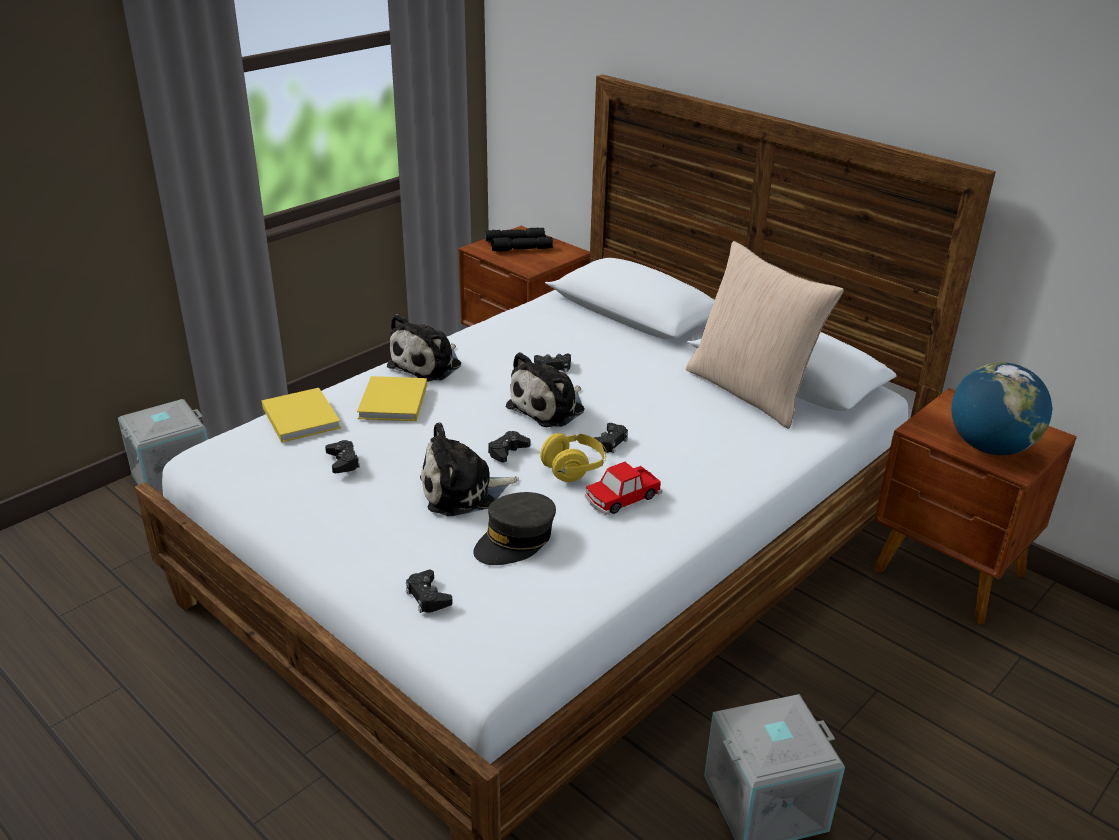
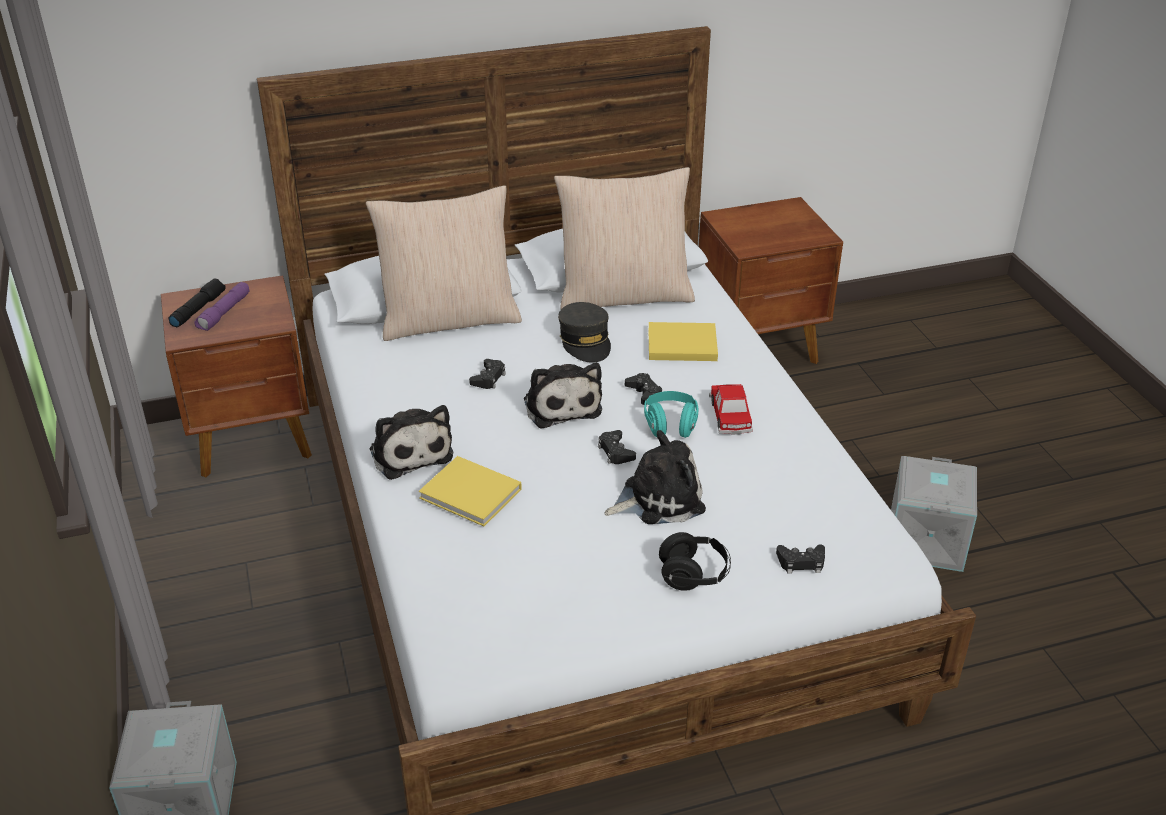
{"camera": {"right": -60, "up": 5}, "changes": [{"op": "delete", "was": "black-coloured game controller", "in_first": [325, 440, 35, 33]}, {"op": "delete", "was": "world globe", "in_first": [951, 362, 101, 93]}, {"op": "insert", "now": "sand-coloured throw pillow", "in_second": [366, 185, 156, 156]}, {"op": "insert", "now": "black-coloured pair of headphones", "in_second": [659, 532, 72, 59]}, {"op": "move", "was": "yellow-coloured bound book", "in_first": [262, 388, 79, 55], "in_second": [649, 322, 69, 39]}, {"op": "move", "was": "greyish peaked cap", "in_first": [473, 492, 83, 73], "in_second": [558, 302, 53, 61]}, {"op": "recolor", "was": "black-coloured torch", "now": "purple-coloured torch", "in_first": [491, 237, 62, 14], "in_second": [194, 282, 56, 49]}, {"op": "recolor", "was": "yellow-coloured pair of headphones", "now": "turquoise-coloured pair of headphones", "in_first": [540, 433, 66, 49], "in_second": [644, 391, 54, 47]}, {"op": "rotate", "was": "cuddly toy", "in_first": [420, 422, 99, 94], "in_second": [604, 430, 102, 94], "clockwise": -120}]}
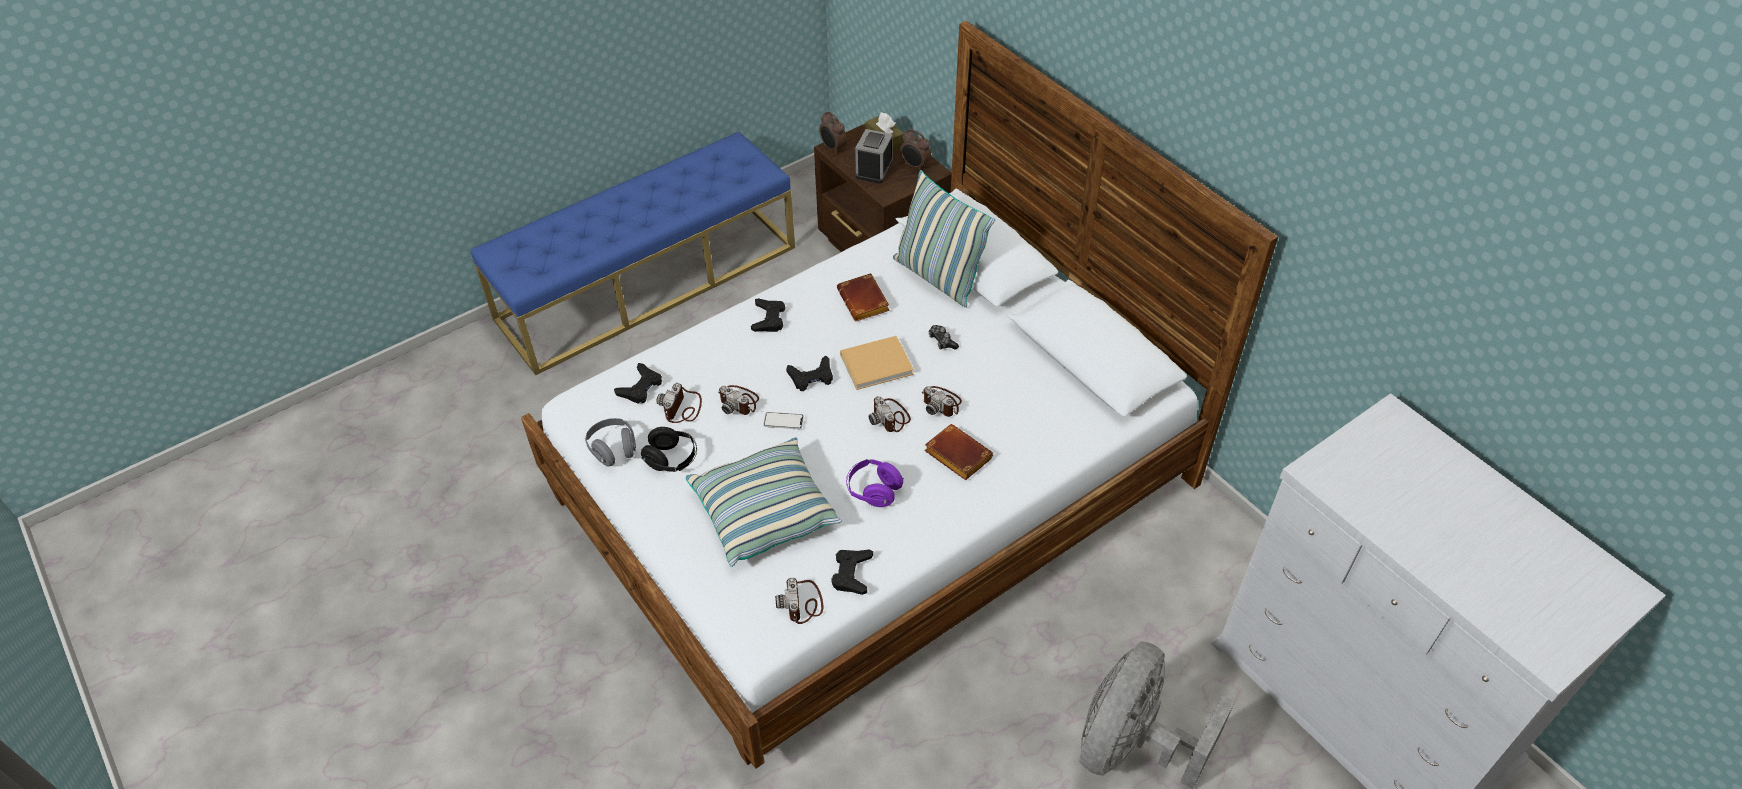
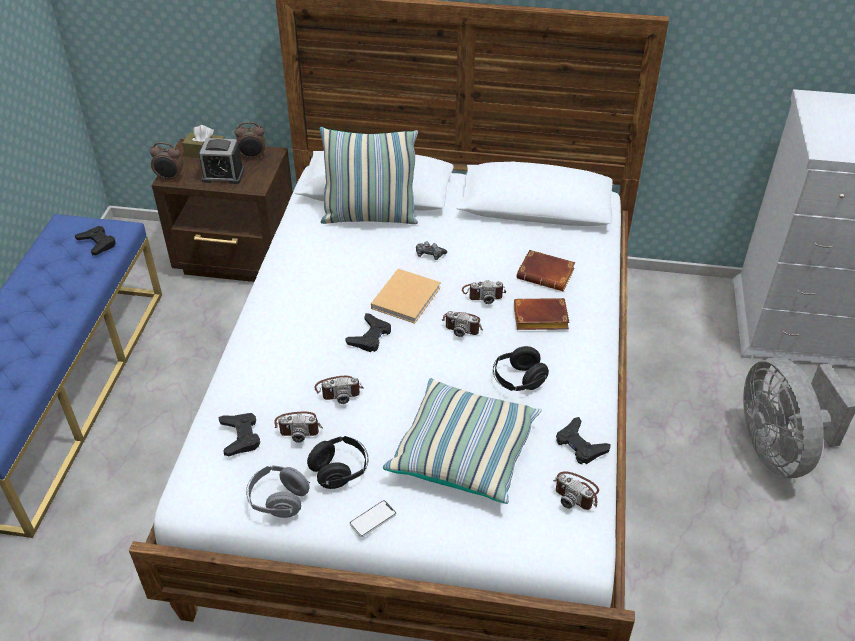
{"camera": {"right": -45, "up": -5}, "changes": [{"op": "move", "was": "black-coloured game controller", "in_first": [751, 299, 34, 33], "in_second": [75, 226, 40, 30]}, {"op": "move", "was": "phone", "in_first": [763, 412, 41, 17], "in_second": [349, 500, 47, 37]}, {"op": "move", "was": "brownish bound book", "in_first": [837, 273, 53, 48], "in_second": [517, 250, 58, 41]}, {"op": "recolor", "was": "purple-coloured pair of headphones", "now": "black-coloured pair of headphones", "in_first": [846, 459, 58, 48], "in_second": [493, 346, 56, 45]}, {"op": "rotate", "was": "photo camera", "in_first": [657, 383, 45, 40], "in_second": [274, 412, 49, 31], "clockwise": -60}, {"op": "rotate", "was": "alarm clock", "in_first": [855, 129, 38, 55], "in_second": [199, 138, 46, 46], "clockwise": -60}]}
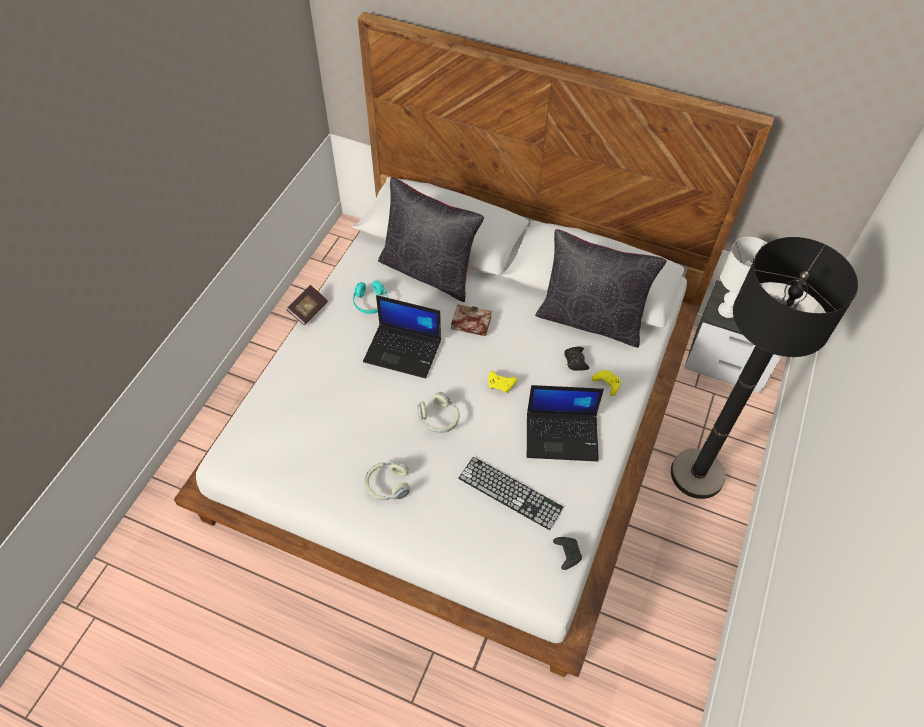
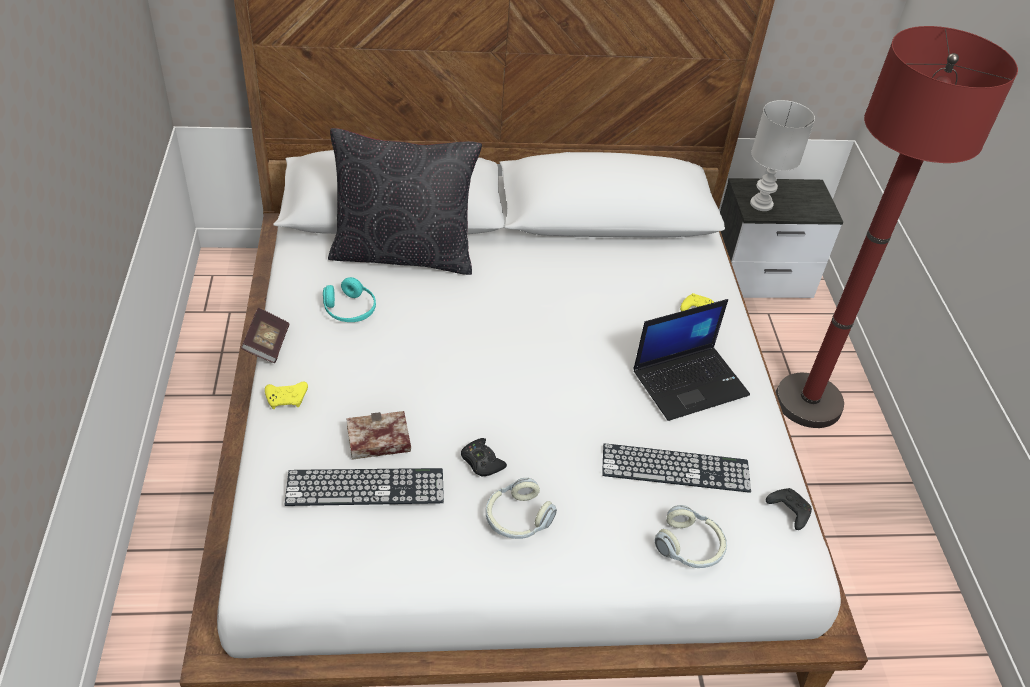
{"camera": {"right": -30, "up": -10}, "changes": [{"op": "delete", "was": "notebook computer", "in_first": [363, 295, 78, 84]}, {"op": "delete", "was": "black-coloured throw pillow", "in_first": [535, 229, 132, 119]}, {"op": "insert", "now": "keyboard", "in_second": [285, 468, 159, 38]}, {"op": "move", "was": "pair of headphones", "in_first": [417, 392, 43, 41], "in_second": [654, 505, 73, 63]}, {"op": "move", "was": "bound book", "in_first": [451, 304, 41, 32], "in_second": [346, 411, 65, 49]}, {"op": "move", "was": "yellow-coloured game controller", "in_first": [489, 371, 28, 22], "in_second": [265, 382, 43, 27]}, {"op": "move", "was": "black-coloured game controller", "in_first": [564, 347, 25, 24], "in_second": [461, 438, 46, 39]}, {"op": "recolor", "was": "black-coloured floor lamp", "now": "red floor lamp", "in_first": [671, 237, 187, 262], "in_second": [776, 26, 242, 402]}]}
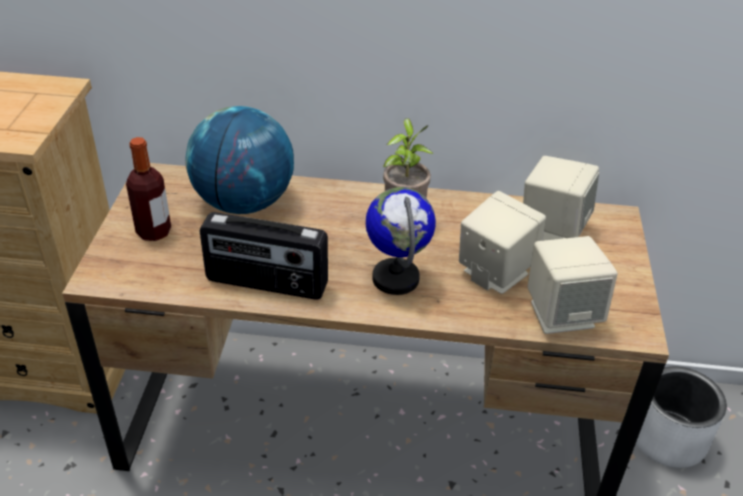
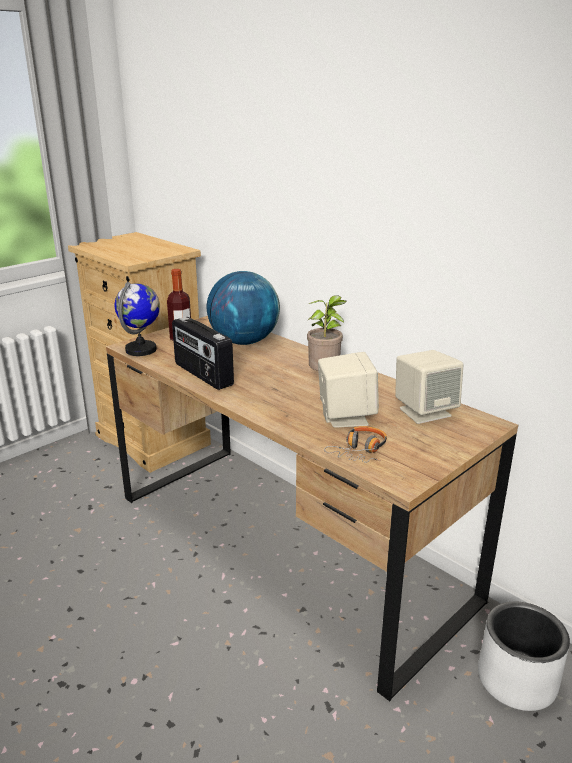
{"camera": {"right": 40, "up": -15}, "changes": [{"op": "move", "was": "world globe", "in_first": [366, 187, 70, 108], "in_second": [114, 281, 46, 75]}, {"op": "replace", "was": "sand-coloured audio speaker", "now": "pair of headphones", "in_first": [528, 236, 90, 98], "in_second": [324, 426, 63, 37]}]}
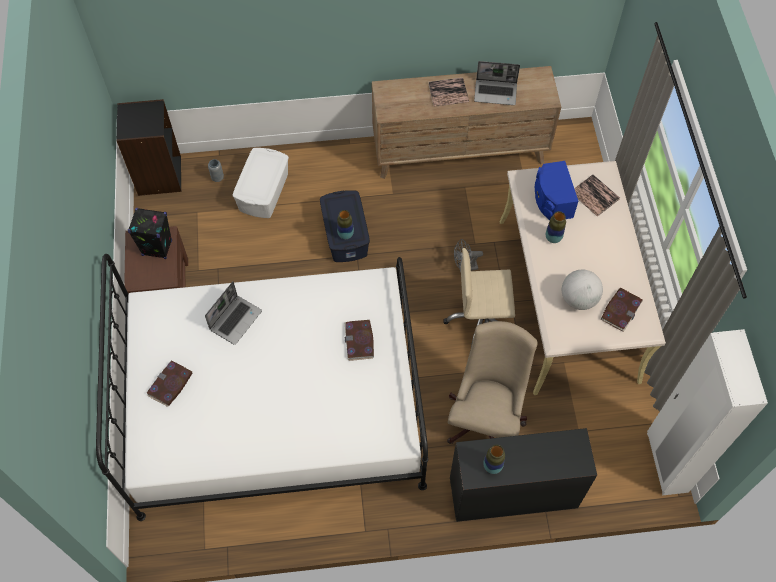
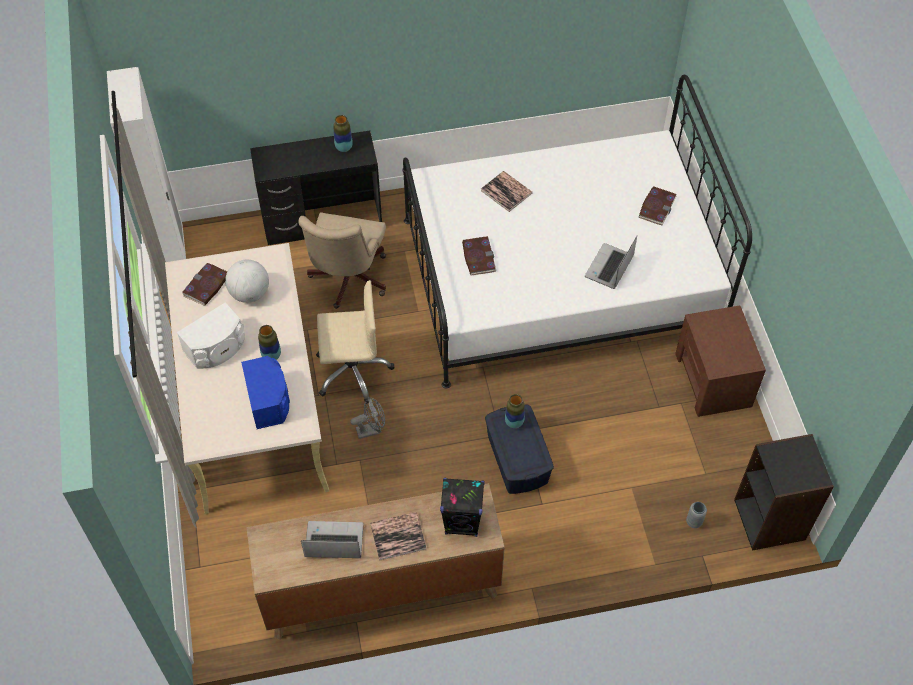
{"camera": {"right": 175, "up": -5}, "changes": [{"op": "delete", "was": "whitish storage box", "in_first": [233, 148, 56, 70]}, {"op": "insert", "now": "whitish audio speaker", "in_second": [177, 302, 68, 67]}, {"op": "move", "was": "black-coloured audio speaker", "in_first": [128, 208, 44, 51], "in_second": [440, 478, 45, 59]}, {"op": "move", "was": "bound book", "in_first": [574, 174, 46, 43], "in_second": [481, 171, 52, 41]}]}
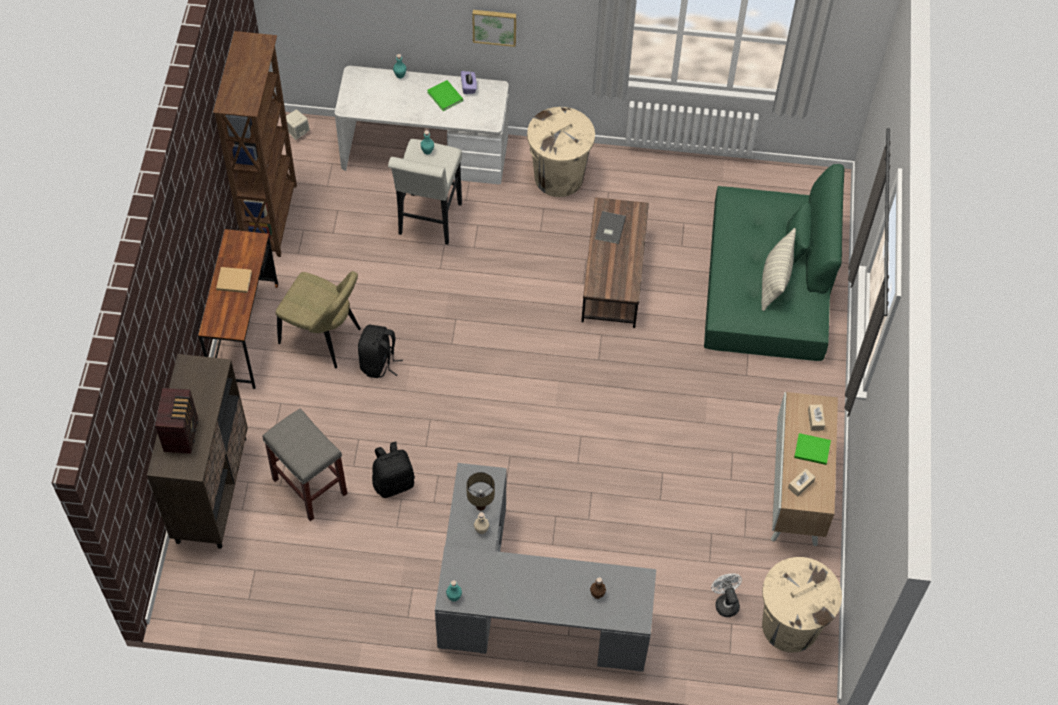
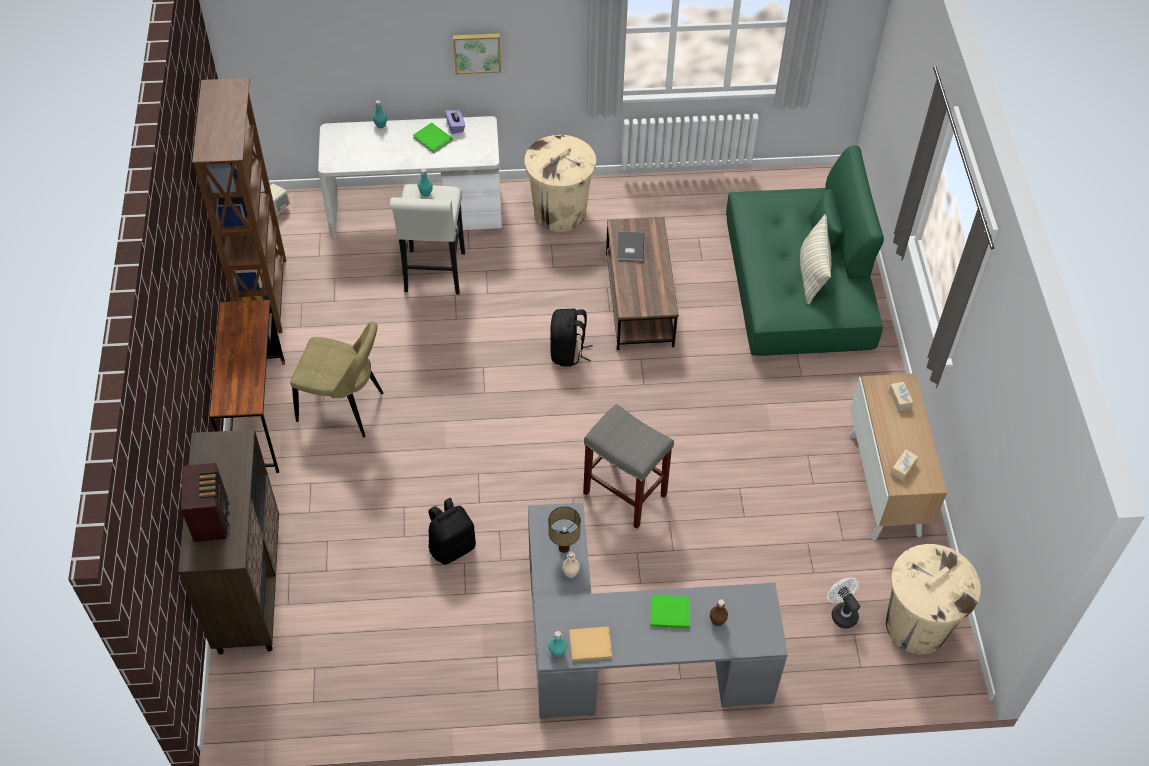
{"camera": {"right": -10, "up": -5}, "changes": [{"op": "move", "was": "sand-coloured bound book", "in_first": [216, 267, 36, 26], "in_second": [569, 626, 43, 35]}, {"op": "move", "was": "greyish stool seat", "in_first": [262, 408, 86, 113], "in_second": [583, 404, 91, 125]}, {"op": "move", "was": "black-coloured backpack", "in_first": [358, 324, 45, 54], "in_second": [550, 309, 43, 58]}, {"op": "move", "was": "green-coloured bound book", "in_first": [794, 433, 37, 32], "in_second": [650, 595, 40, 33]}]}
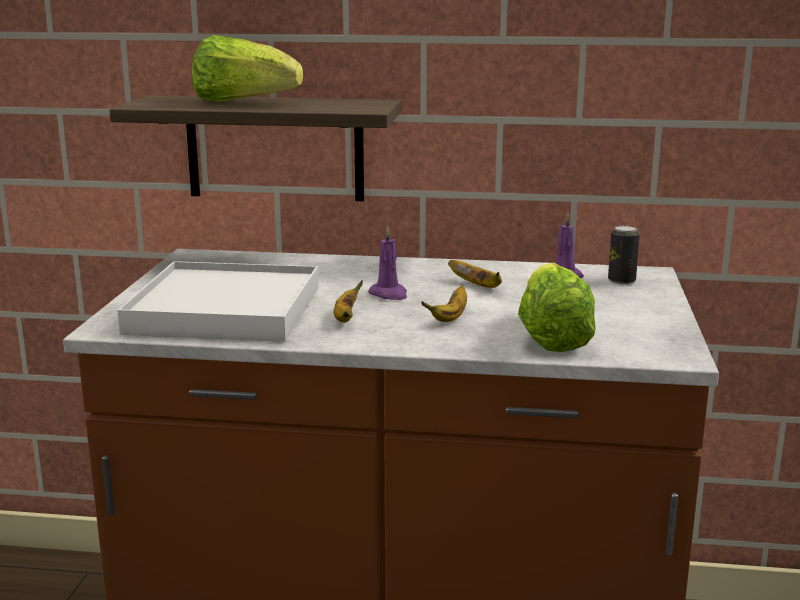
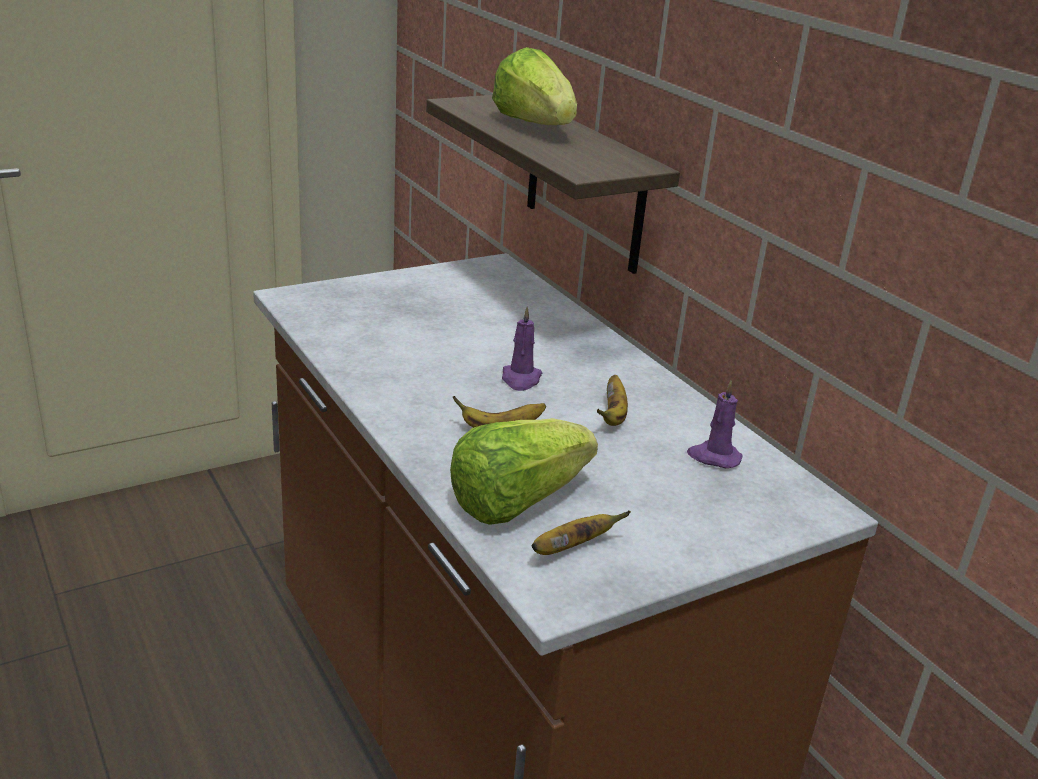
{"camera": {"right": 50, "up": 10}, "changes": [{"op": "delete", "was": "whitish serving tray", "in_first": [117, 261, 202, 81]}, {"op": "delete", "was": "sealed can", "in_first": [608, 225, 32, 59]}, {"op": "move", "was": "banana fruit", "in_first": [334, 280, 29, 43], "in_second": [532, 510, 99, 45]}]}
